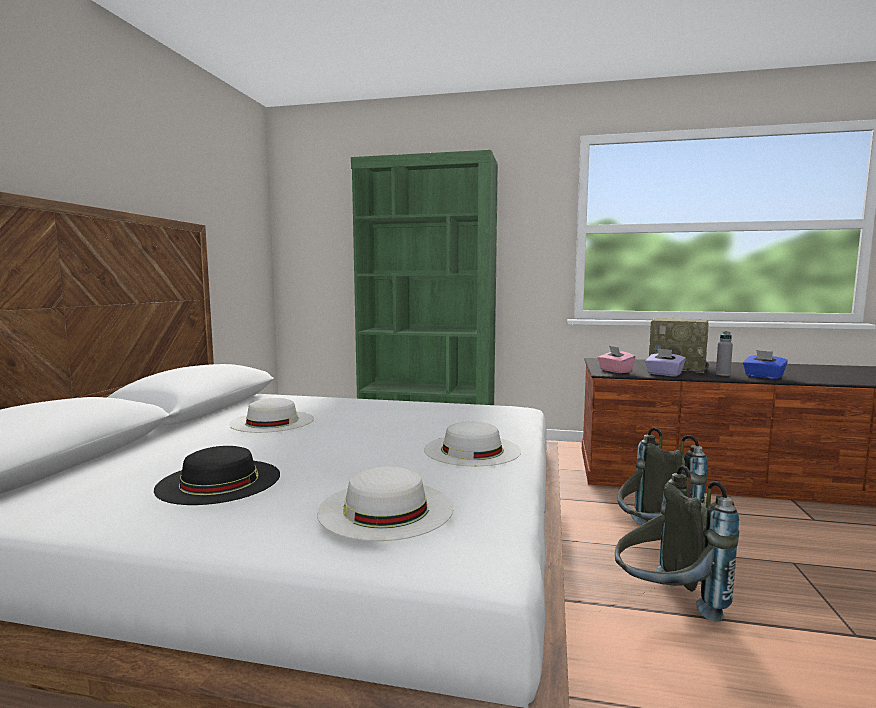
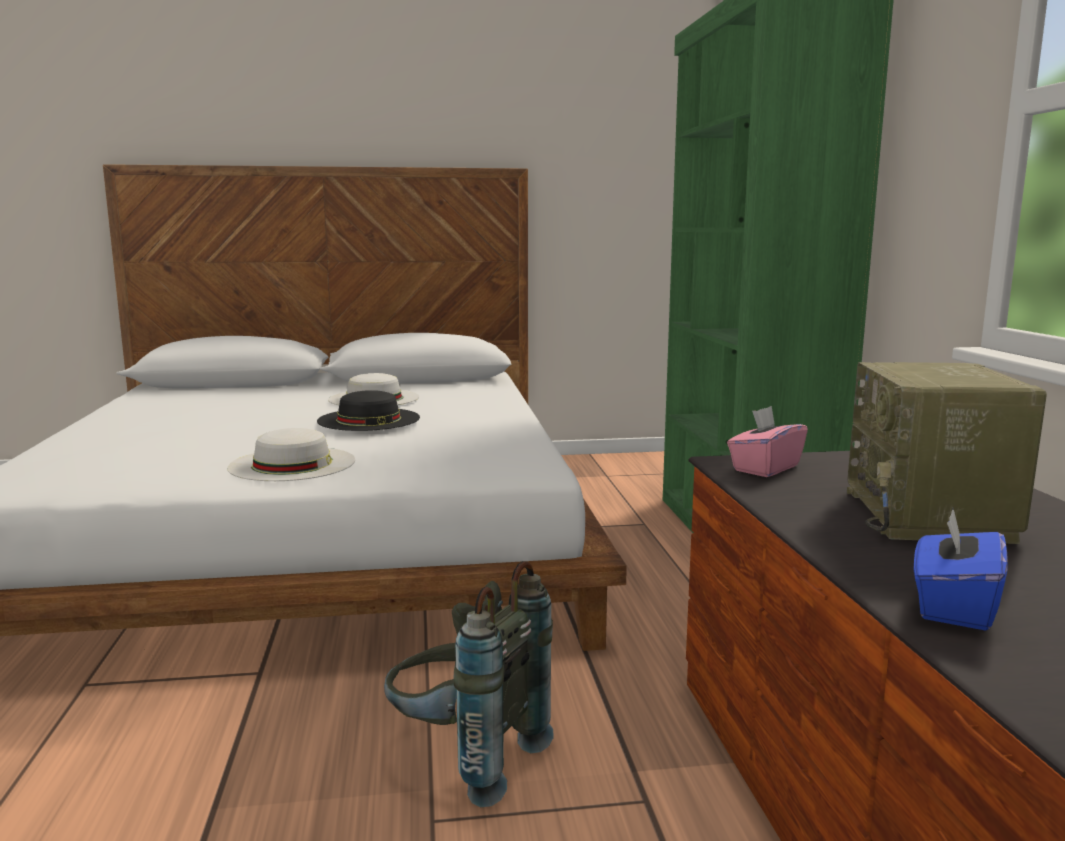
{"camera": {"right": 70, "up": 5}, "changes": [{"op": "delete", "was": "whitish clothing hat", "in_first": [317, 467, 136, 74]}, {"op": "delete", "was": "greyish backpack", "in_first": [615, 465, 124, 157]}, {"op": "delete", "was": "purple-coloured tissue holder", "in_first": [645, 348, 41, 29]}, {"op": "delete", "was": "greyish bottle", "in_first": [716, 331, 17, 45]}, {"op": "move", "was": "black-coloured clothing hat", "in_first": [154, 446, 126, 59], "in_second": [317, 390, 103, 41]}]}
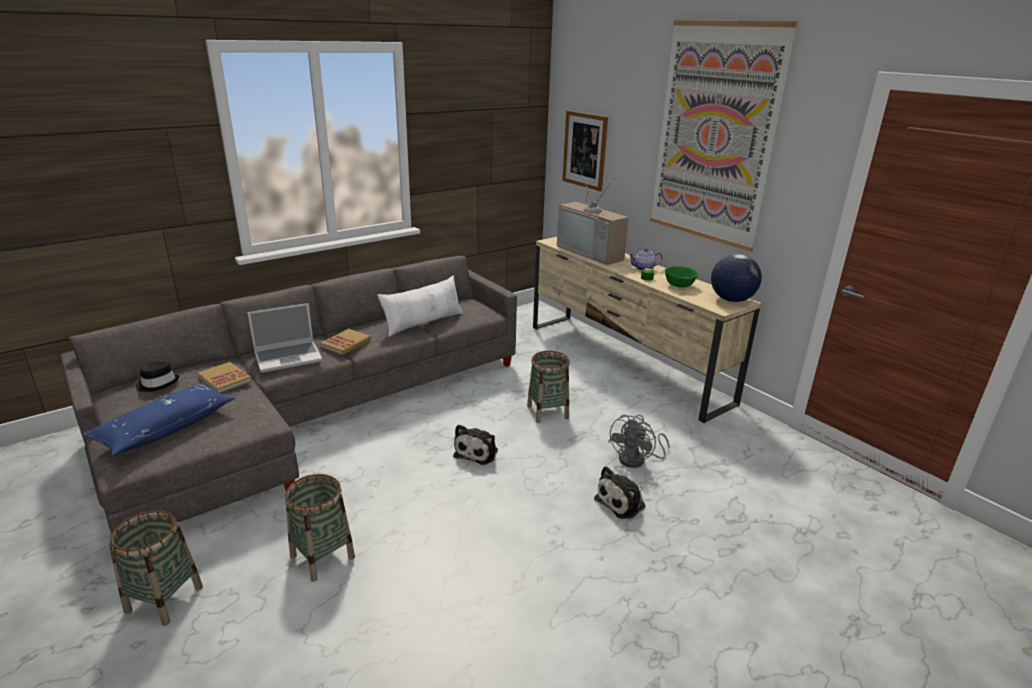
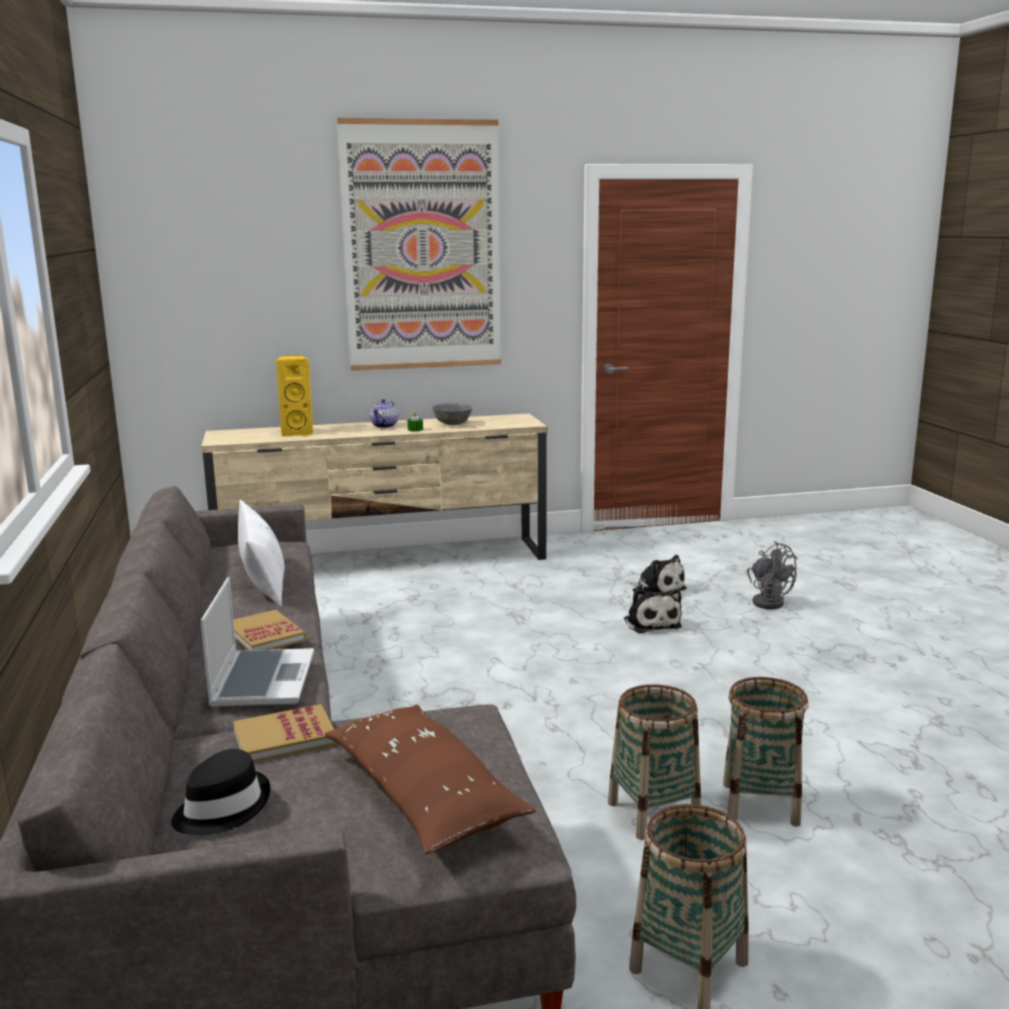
{"camera": {"right": -65, "up": -10}, "changes": [{"op": "delete", "was": "wall art", "in_first": [562, 110, 46, 81]}, {"op": "delete", "was": "world globe", "in_first": [711, 254, 51, 48]}, {"op": "move", "was": "cuddly toy", "in_first": [453, 424, 45, 41], "in_second": [625, 555, 62, 39]}, {"op": "move", "was": "basket", "in_first": [527, 351, 43, 72], "in_second": [723, 677, 85, 150]}, {"op": "move", "was": "greyish cooling fan", "in_first": [608, 415, 61, 53], "in_second": [747, 541, 51, 68]}, {"op": "replace", "was": "TV set", "now": "yellow-coloured audio speaker", "in_first": [557, 170, 72, 95], "in_second": [276, 355, 38, 82]}, {"op": "recolor", "was": "blue throw pillow", "now": "brownish throw pillow", "in_first": [82, 383, 153, 73], "in_second": [325, 705, 211, 149]}, {"op": "recolor", "was": "green-coloured bowl", "now": "greyish bowl", "in_first": [664, 266, 35, 22], "in_second": [432, 403, 41, 22]}]}
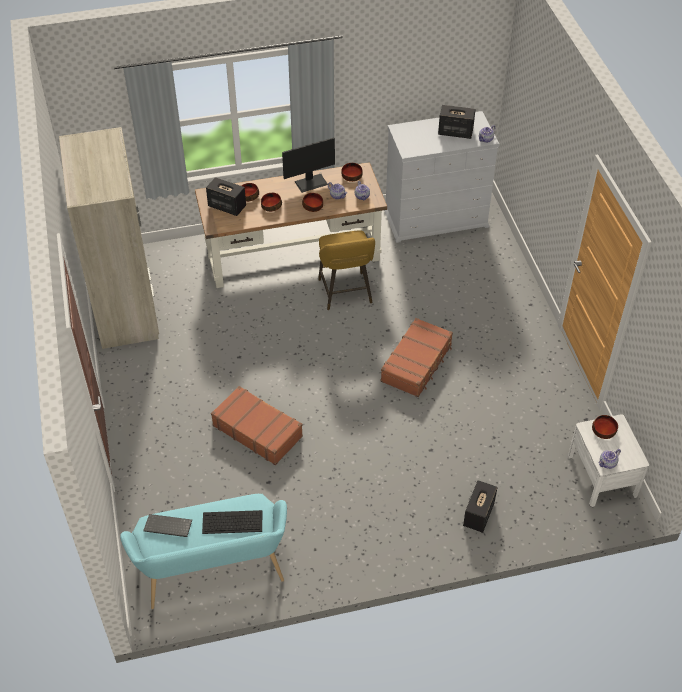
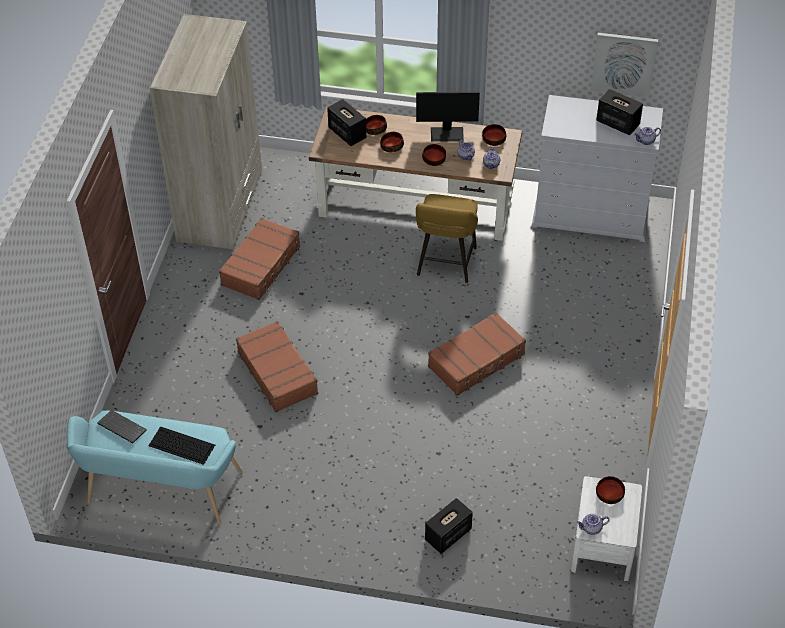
{"camera": {"right": 25, "up": 0}, "changes": [{"op": "insert", "now": "brownish travel case", "in_second": [219, 218, 81, 82]}, {"op": "insert", "now": "wall art", "in_second": [591, 33, 67, 64]}]}
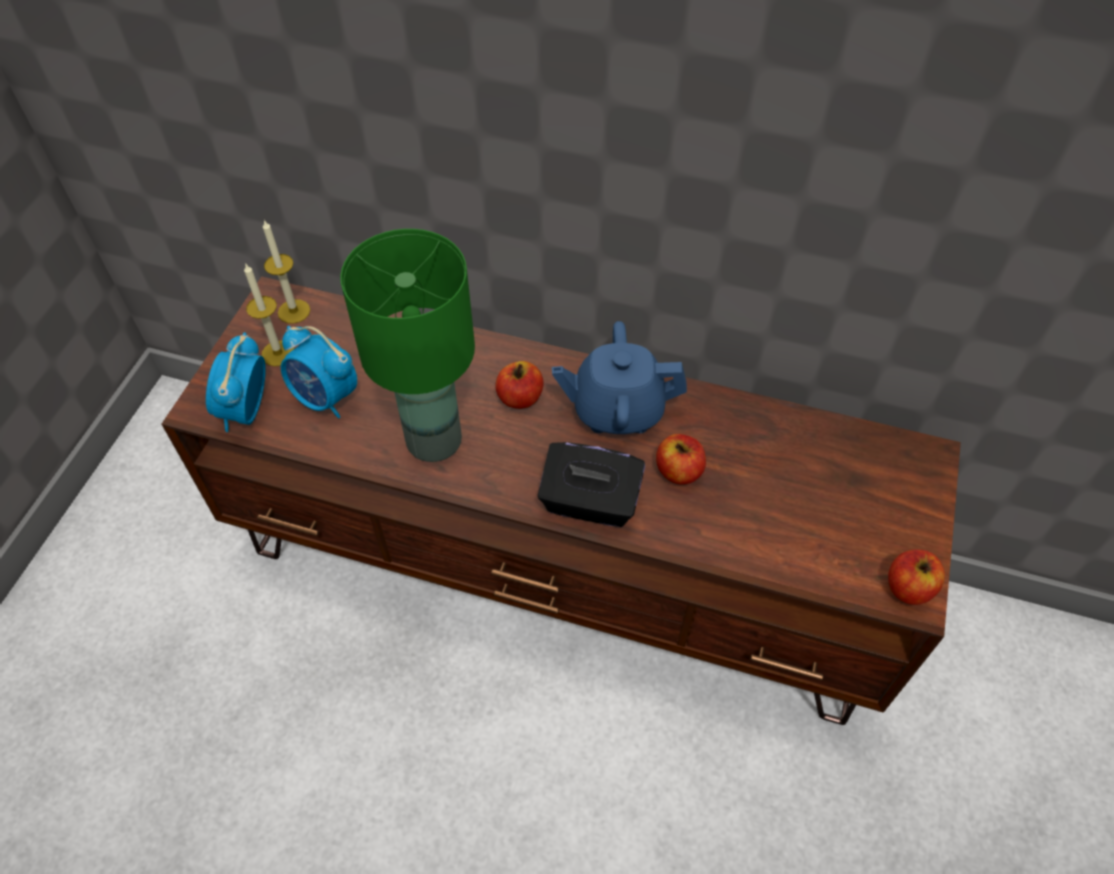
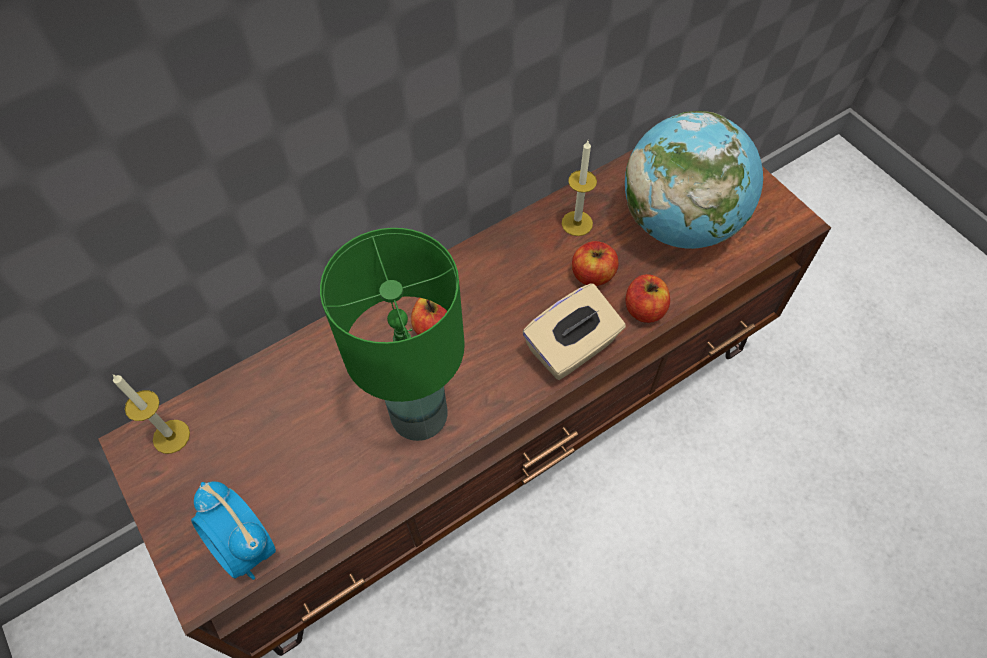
{"camera": {"right": -50, "up": 5}, "changes": [{"op": "delete", "was": "alarm clock", "in_first": [281, 326, 76, 92]}, {"op": "delete", "was": "blue pot for tea", "in_first": [552, 321, 135, 113]}, {"op": "insert", "now": "world globe", "in_second": [625, 111, 138, 138]}, {"op": "move", "was": "wax candle", "in_first": [244, 263, 51, 103], "in_second": [562, 141, 35, 95]}, {"op": "move", "was": "apple", "in_first": [888, 549, 57, 56], "in_second": [626, 274, 44, 49]}, {"op": "recolor", "was": "black-coloured tissue holder", "now": "sand-coloured tissue holder", "in_first": [538, 442, 107, 85], "in_second": [522, 283, 104, 97]}]}
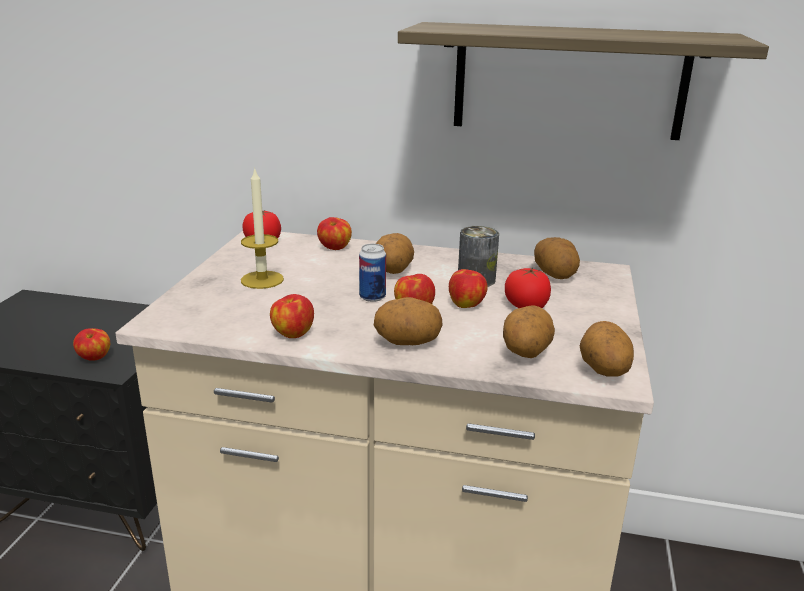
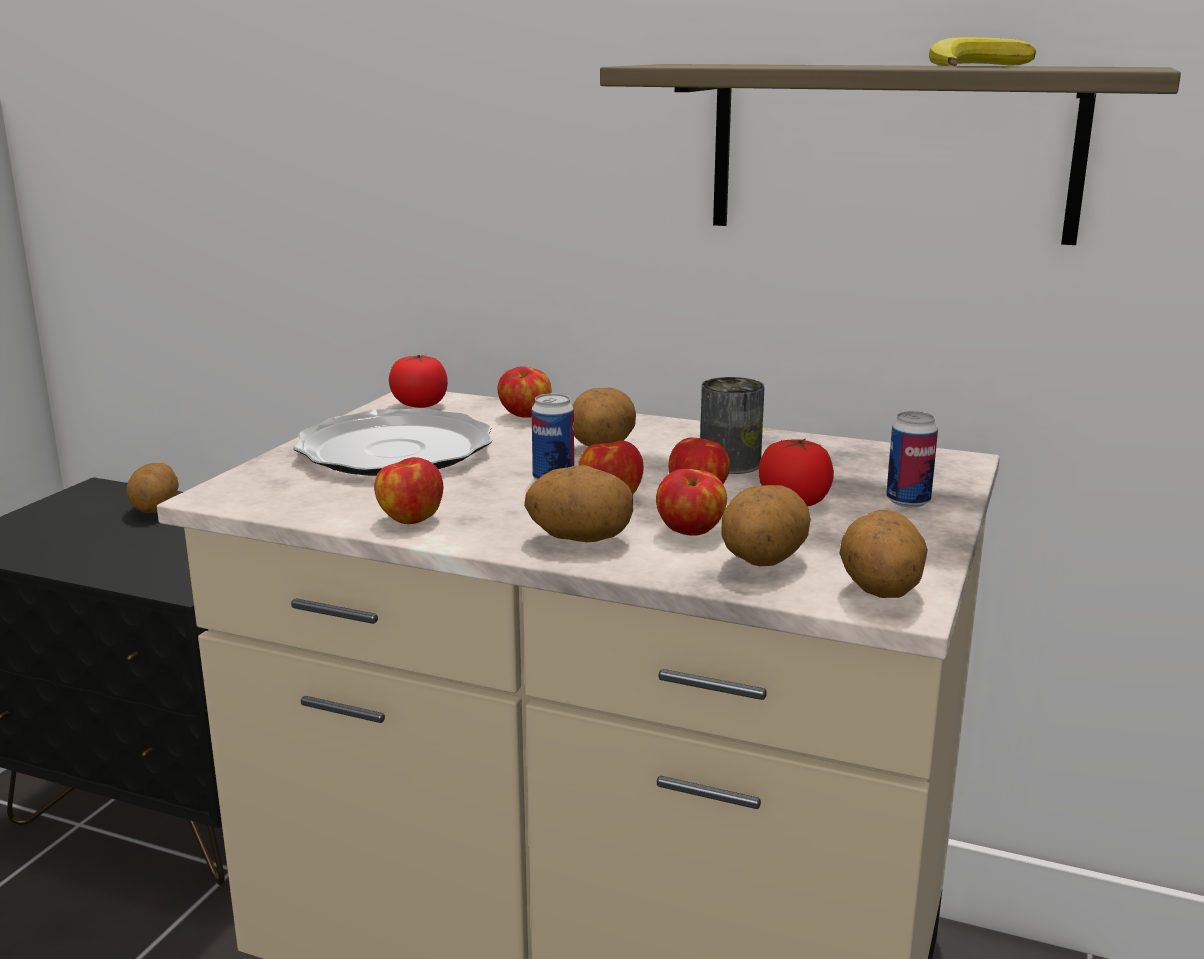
{"camera": {"right": 10, "up": -5}, "changes": [{"op": "insert", "now": "sealed can", "in_second": [886, 411, 52, 96]}, {"op": "insert", "now": "banana fruit", "in_second": [929, 37, 107, 29]}, {"op": "move", "was": "apple", "in_first": [73, 328, 37, 33], "in_second": [656, 469, 71, 67]}, {"op": "move", "was": "potato", "in_first": [534, 237, 46, 42], "in_second": [126, 463, 53, 50]}, {"op": "replace", "was": "wax candle", "now": "dinner plate", "in_first": [241, 168, 43, 121], "in_second": [293, 408, 199, 68]}]}
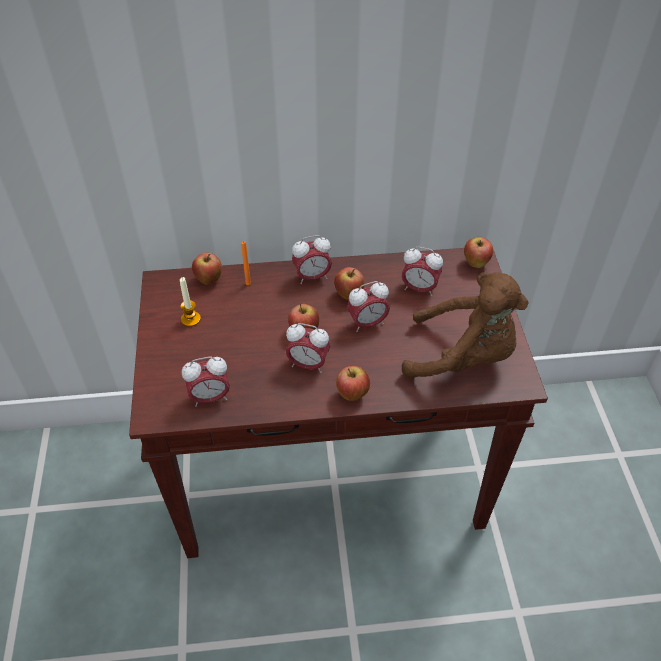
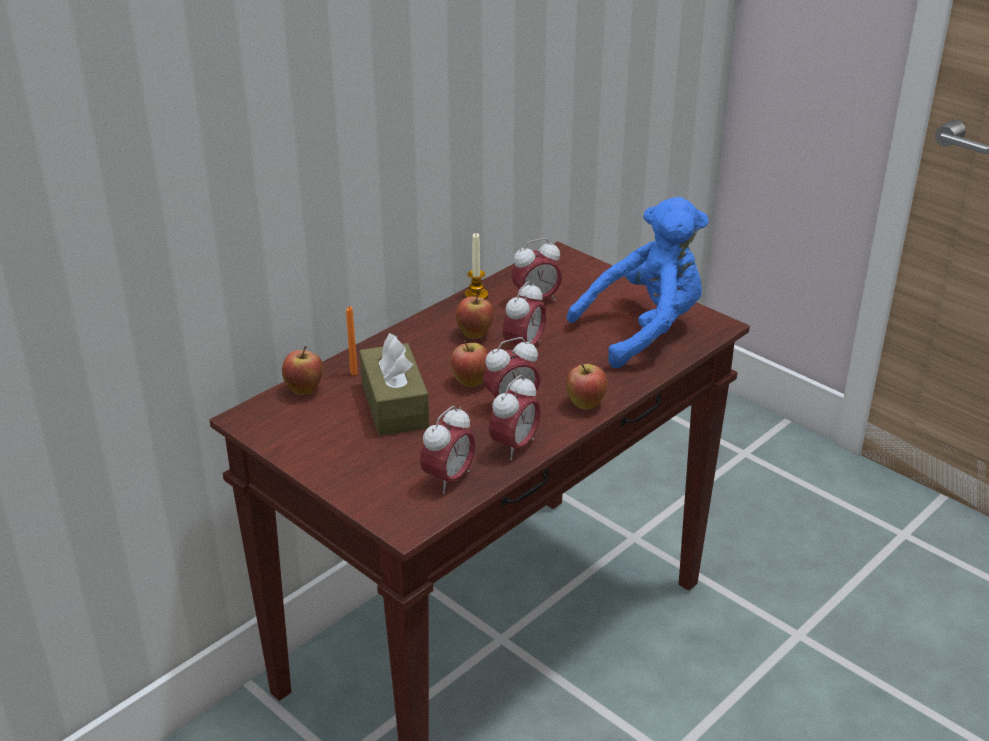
{"camera": {"right": -40, "up": -15}, "changes": [{"op": "delete", "was": "apple", "in_first": [464, 237, 29, 31]}, {"op": "insert", "now": "brownish tissue holder", "in_second": [359, 333, 71, 103]}, {"op": "move", "was": "wax candle", "in_first": [180, 277, 21, 50], "in_second": [465, 233, 23, 66]}, {"op": "move", "was": "alarm clock", "in_first": [292, 235, 40, 49], "in_second": [489, 375, 52, 85]}, {"op": "recolor", "was": "brownish cuddly toy", "now": "blue cuddly toy", "in_first": [402, 272, 127, 107], "in_second": [567, 197, 142, 171]}]}
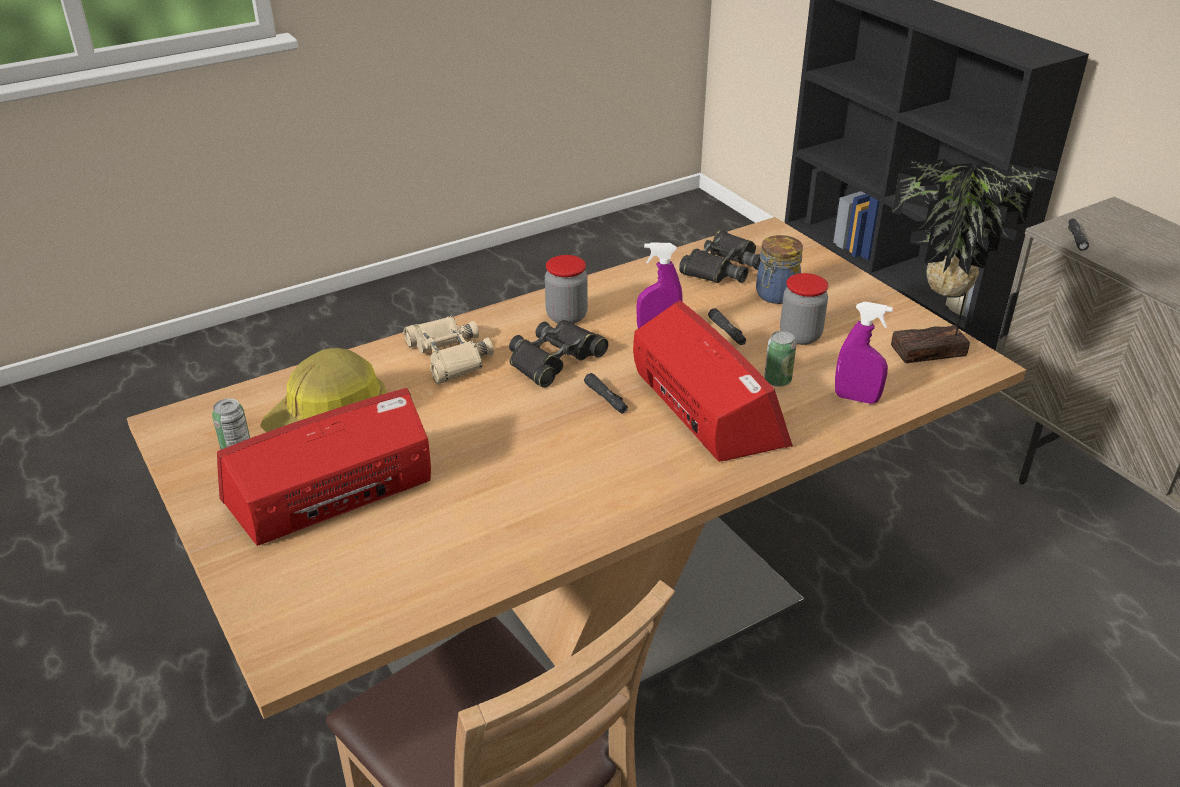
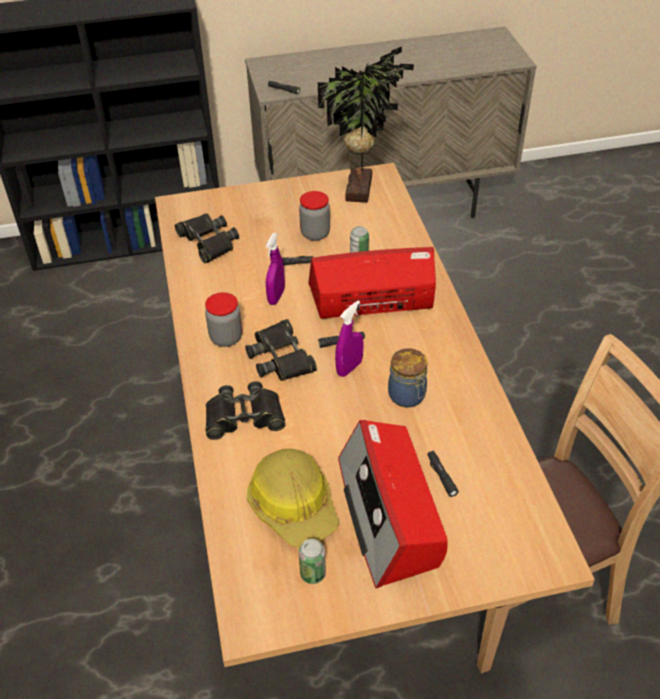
{"camera": {"right": -70, "up": 10}, "changes": [{"op": "insert", "now": "black-coloured torch", "in_second": [428, 451, 31, 46]}, {"op": "move", "was": "storage jar", "in_first": [756, 235, 47, 69], "in_second": [388, 348, 39, 60]}, {"op": "move", "was": "purple-coloured sprayer", "in_first": [835, 302, 58, 102], "in_second": [335, 300, 29, 77]}, {"op": "recolor", "was": "sand-coloured binoculars", "now": "black-coloured binoculars", "in_first": [403, 316, 91, 68], "in_second": [205, 381, 81, 59]}]}
